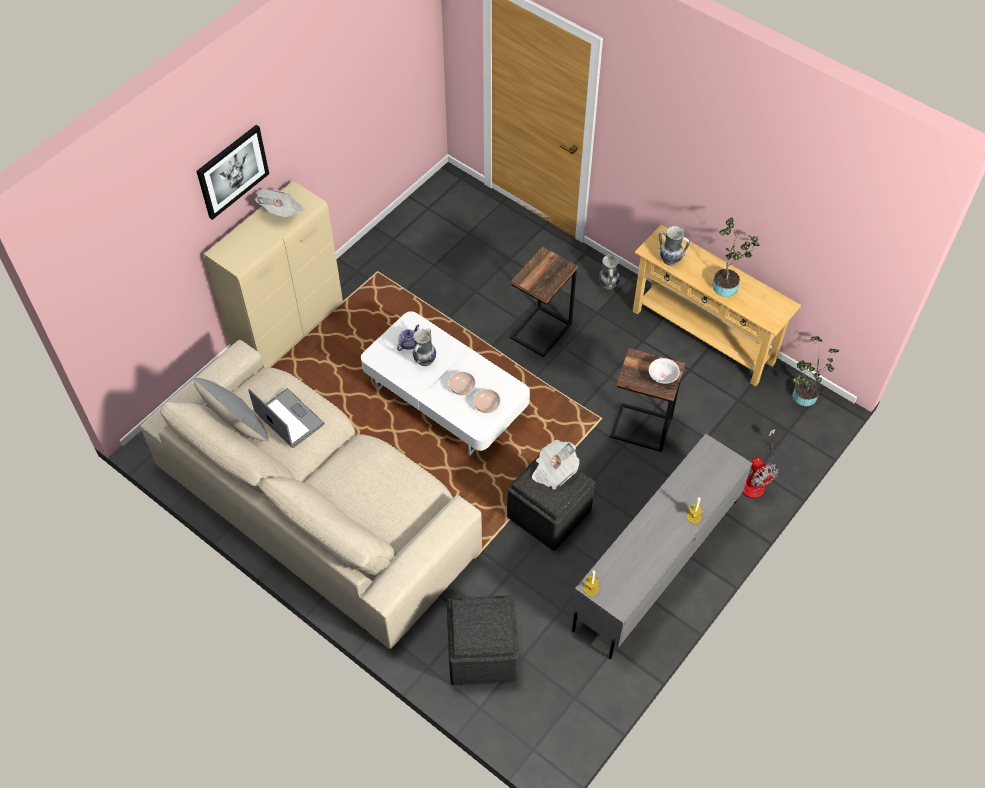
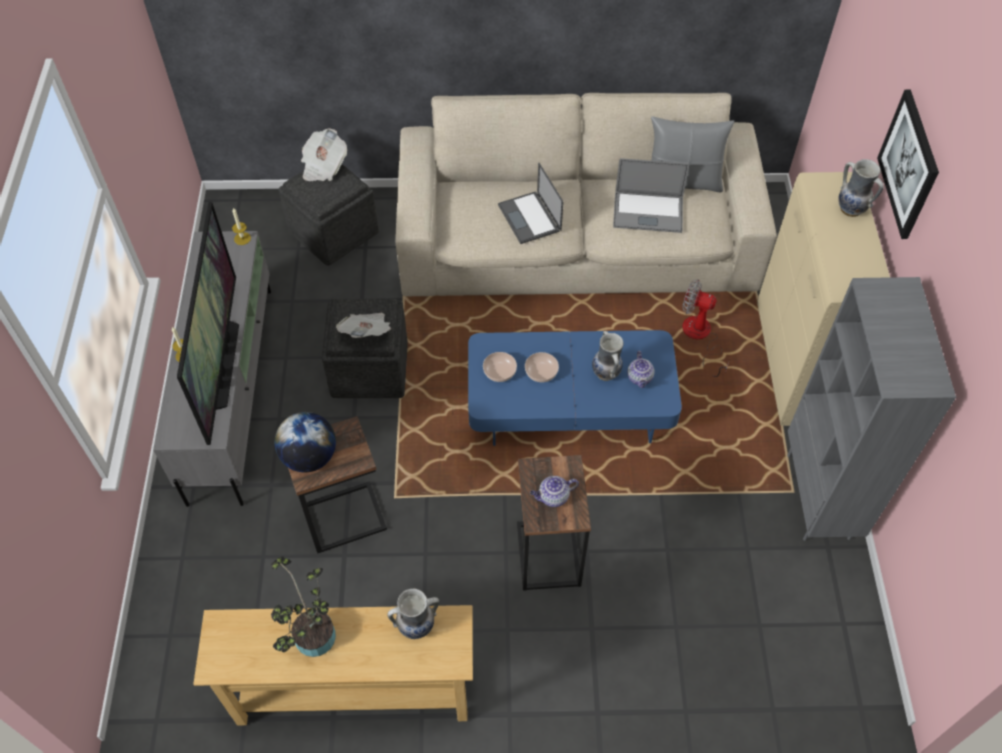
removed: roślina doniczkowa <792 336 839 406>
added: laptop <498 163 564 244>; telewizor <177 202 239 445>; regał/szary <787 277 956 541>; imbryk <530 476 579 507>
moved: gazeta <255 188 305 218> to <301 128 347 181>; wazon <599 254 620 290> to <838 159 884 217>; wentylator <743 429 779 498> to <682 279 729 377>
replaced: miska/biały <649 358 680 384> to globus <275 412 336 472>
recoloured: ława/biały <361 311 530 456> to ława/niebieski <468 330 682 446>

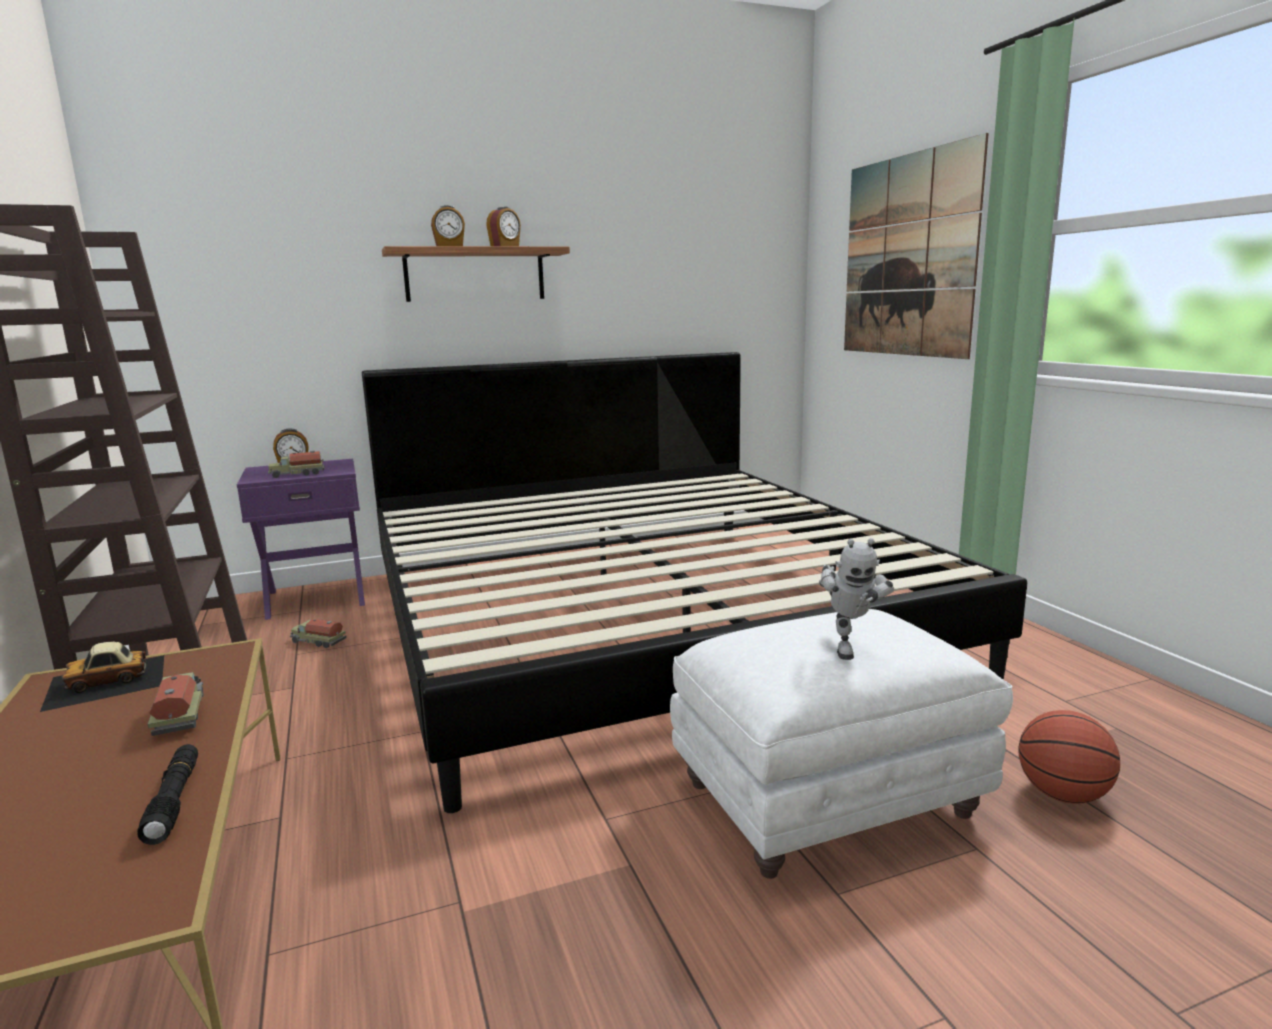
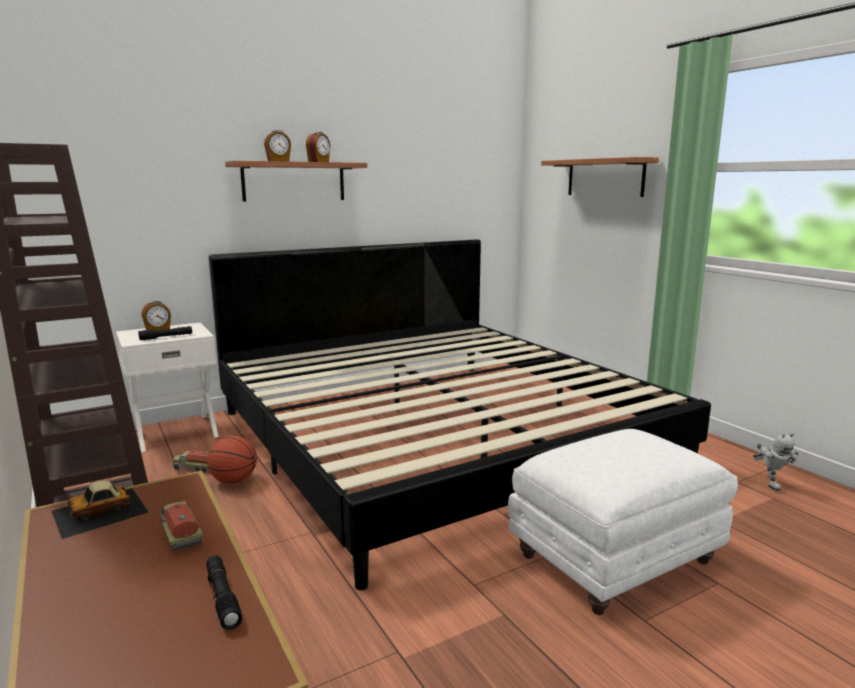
moved: robot zabawkowy <819 538 894 660> to <753 433 799 491>; piłka do koszykówki <1019 710 1120 804> to <207 436 257 484>
replaced: obraz <844 133 989 359> to półka <541 157 659 197>; ciężarówka zabawkowa <268 451 324 478> to latarka/czarny <138 326 192 340>
recoloured: szafka nocna/fioletowy <237 459 365 620> to szafka nocna/biały <116 322 219 452>

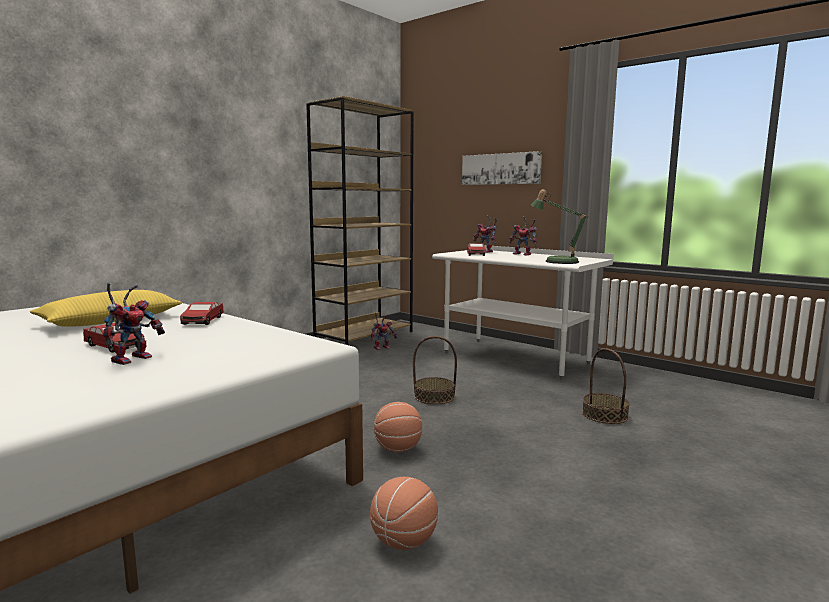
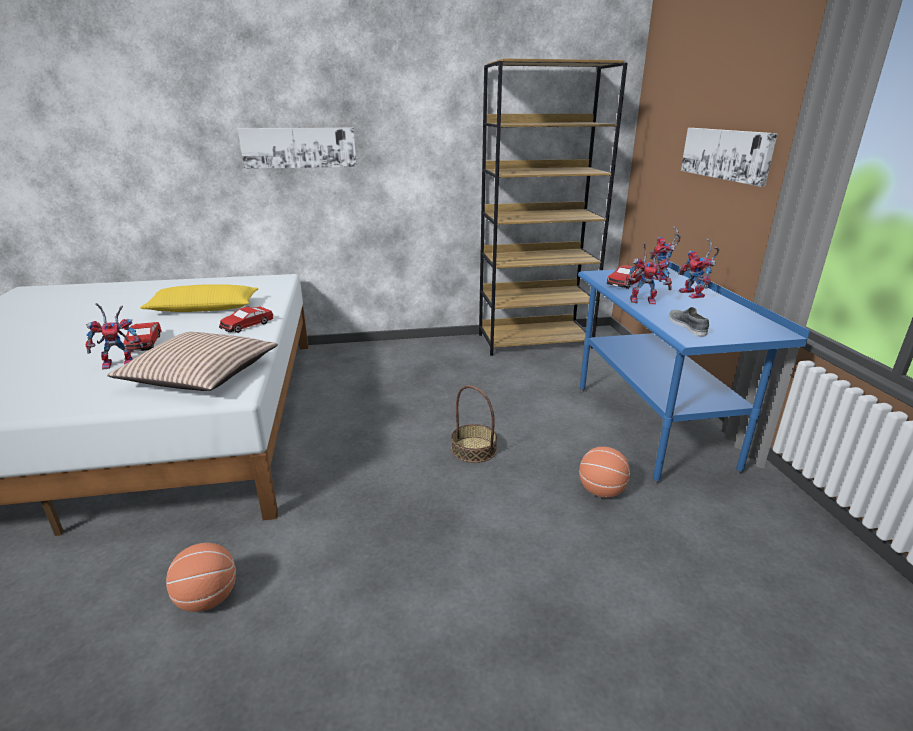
removed: koszyk <582 348 630 424>
added: obraz <238 128 357 169>; poduszka <107 332 278 391>
moved: robot zabawkowy <371 313 397 350> to <625 243 672 304>; piłka do koszykówki <374 402 422 452> to <579 447 630 498>
replaced: lampa stołowa <531 189 587 264> to but/szary <669 307 709 337>
recoloured: biurko/biały <432 245 614 380> to biurko/niebieski <578 262 810 484>

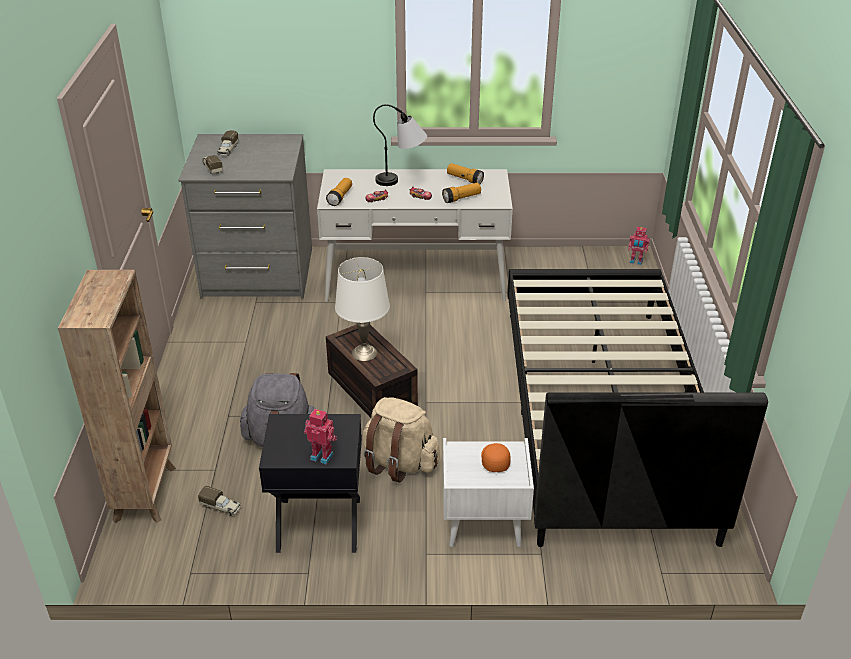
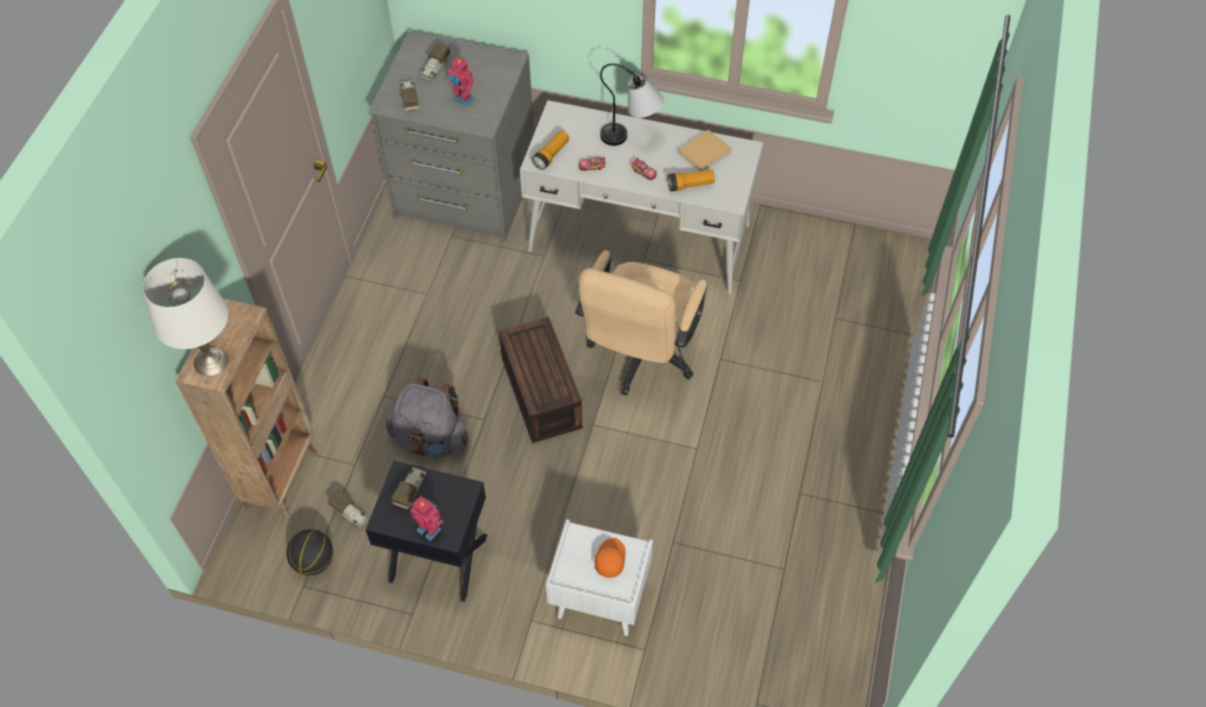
removed: łóżko/czarny <507 269 768 547>; plecak/beżowy <363 397 440 483>
added: krzesło biurowe/beżowy <575 250 707 396>; ciężarówka zabawkowa <391 467 426 509>; piłka do koszykówki <286 529 333 576>
moved: robot zabawkowy <628 227 650 265> to <447 57 474 106>; lampa stołowa/biały <335 257 390 361> to <143 258 229 376>
replaced: latarka <447 163 484 184> to książka/beżowy <678 130 732 171>

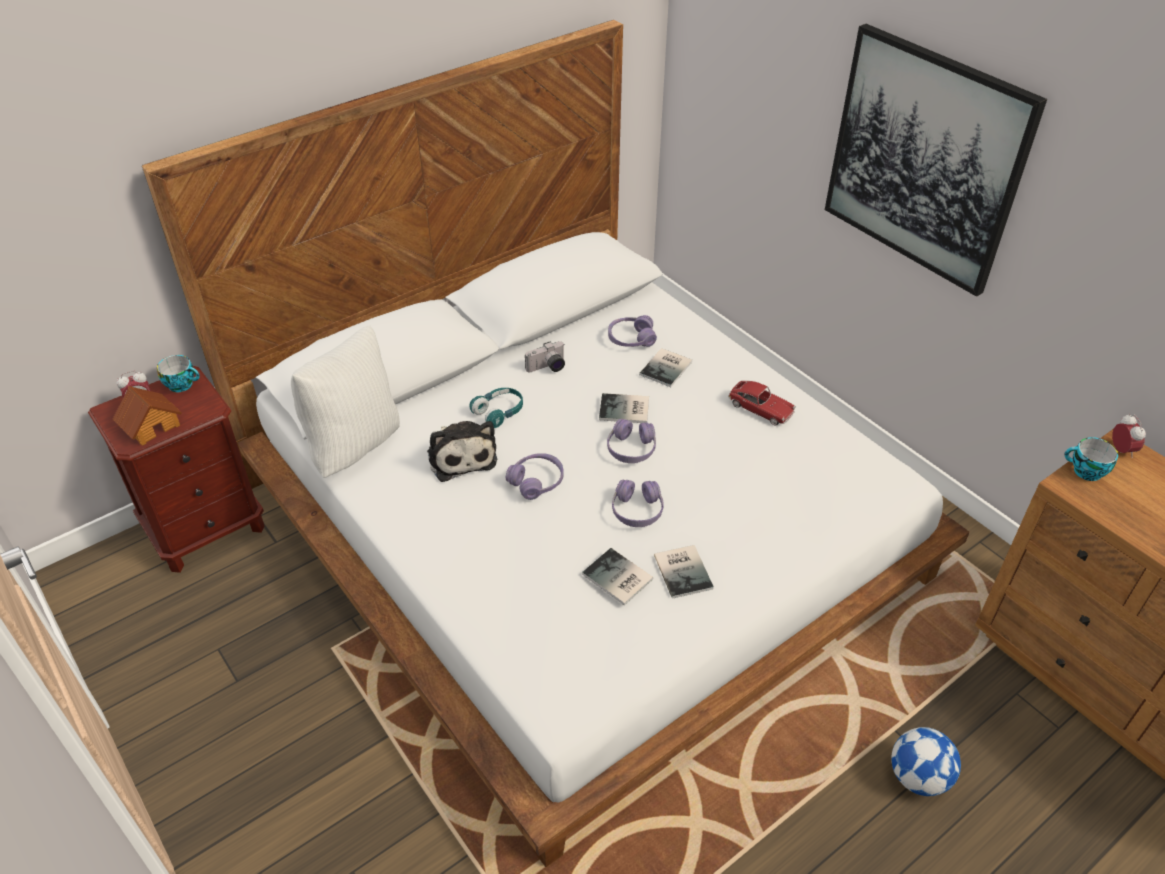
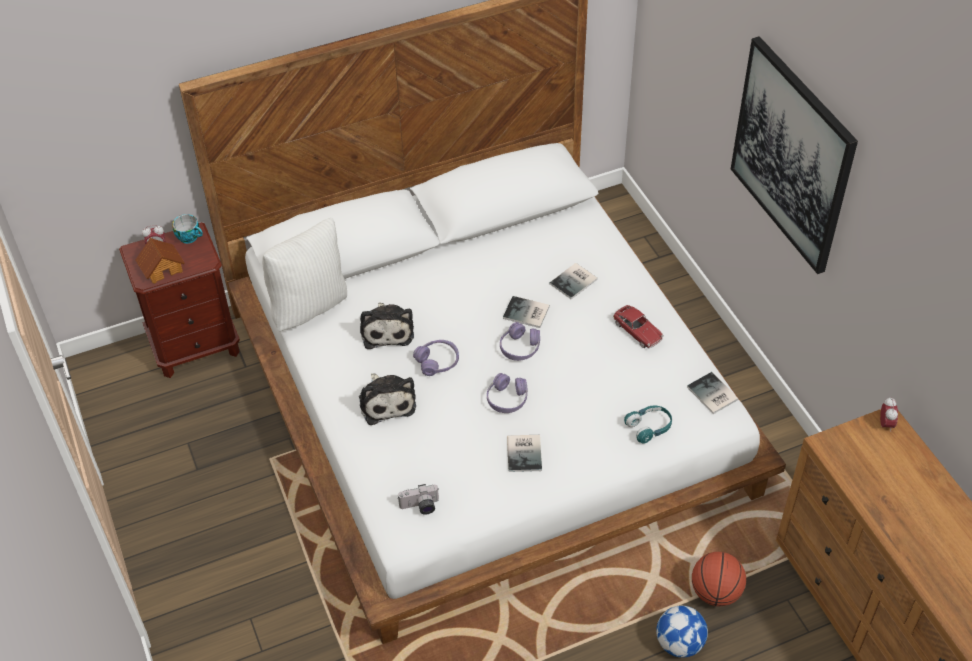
removed: słuchawki/fioletowy <608 315 657 347>; filiżanka <1064 437 1118 481>
added: pluszak <359 373 416 425>; piłka do koszykówki <692 552 746 606>
moved: aparat fotograficzny <525 341 565 372> to <398 484 439 515>; słuchawki/turkusowy <470 388 523 428> to <624 405 672 444>; książka <582 548 653 606> to <687 372 739 414>

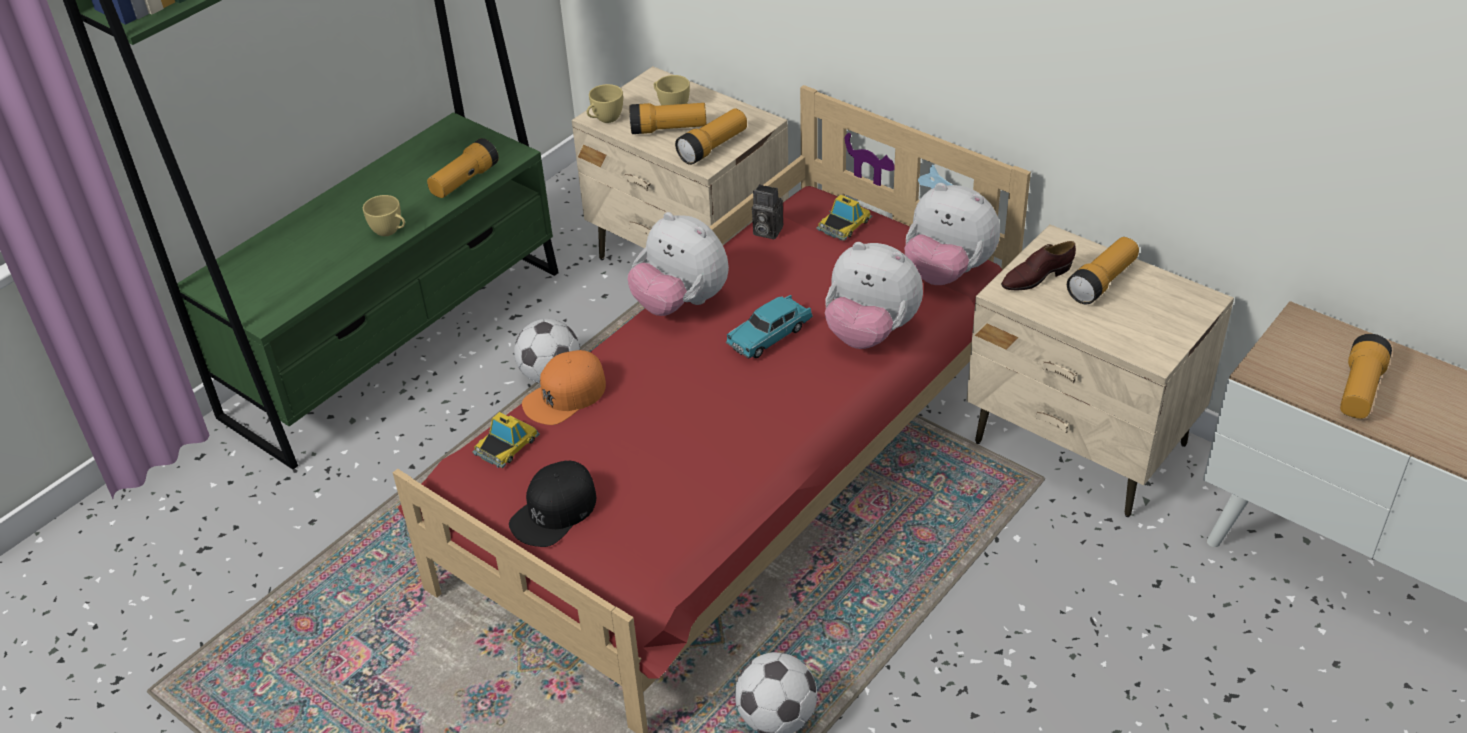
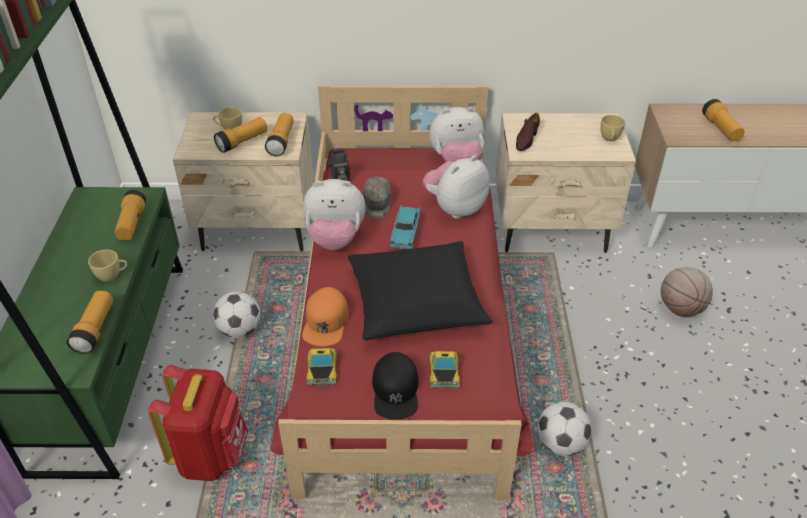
added: czapka z daszkiem/szary <363 177 391 219>; poduszka/czarny <348 241 493 340>; piłka do koszykówki <661 267 713 317>; plecak/czerwony <148 365 248 481>
moved: filiżanka/żółty <587 84 623 123> to <601 115 625 141>; samochodzik <816 195 872 241> to <429 351 460 389>; latarka <1067 237 1139 304> to <67 291 113 354>
turned: pluszak <825 242 923 349> = <423 155 489 219> 150 degrees clockwise

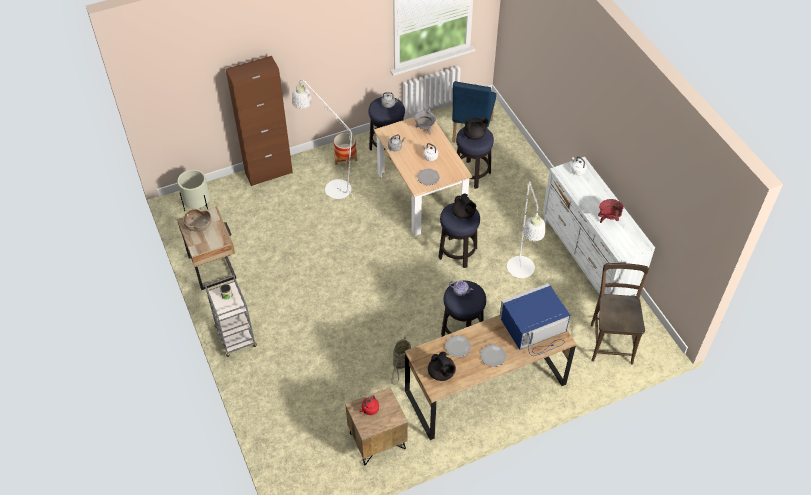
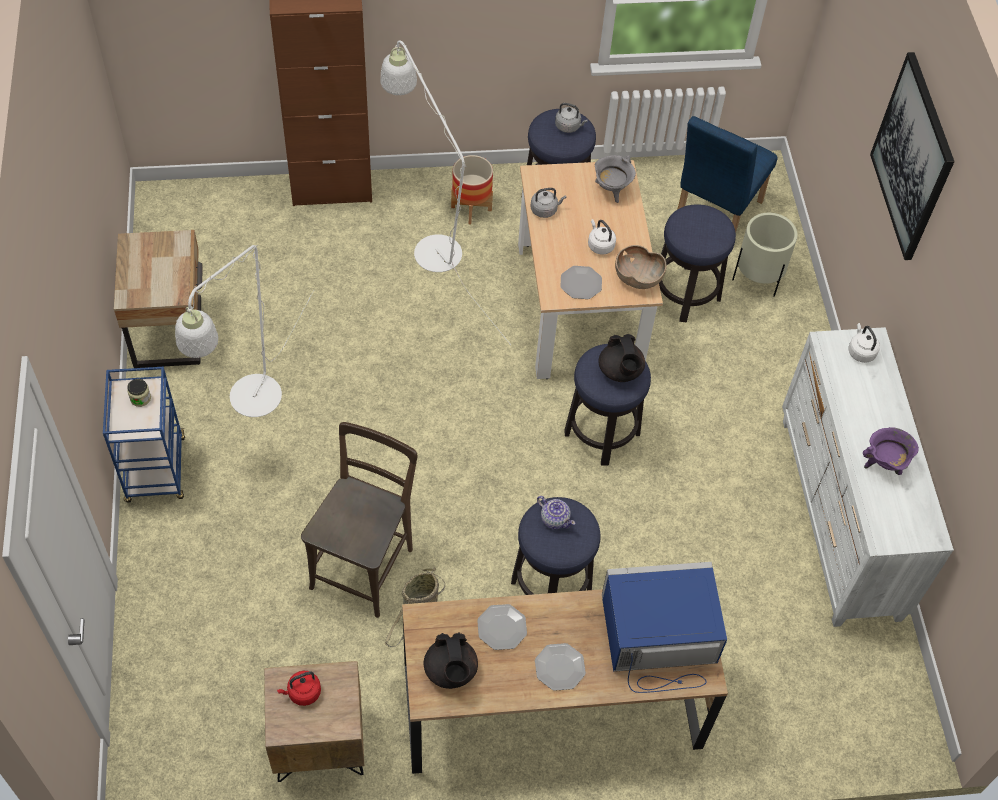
removed: imbryk/czarny <463 117 489 140>
added: obraz <870 52 955 260>
moved: donica/beżowy <178 169 210 211> to <732 213 798 297>; lampa stojąca/biały <507 181 545 278> to <175 245 314 417>; miska/brązowy <183 209 211 232> to <615 245 667 289>; krzesło/brązowy <591 263 649 365> to <301 422 418 618>
recoloured: garnek/czerwony <598 199 624 223> to garnek/fioletowy <863 427 919 475>; wózek/szary <205 275 257 357> to wózek/niebieski <103 367 185 503>

